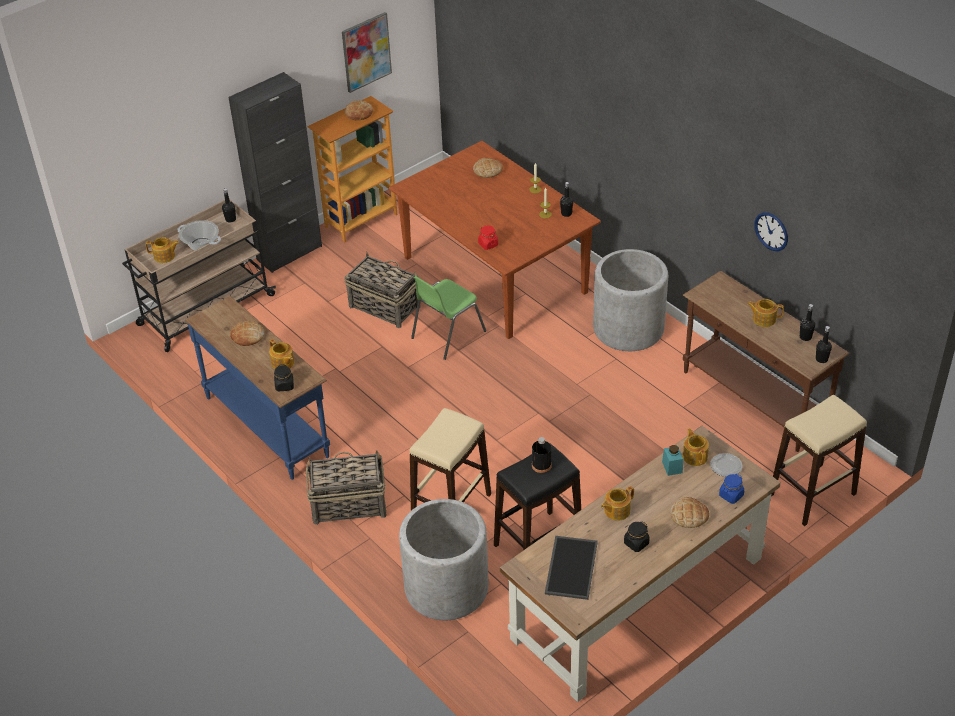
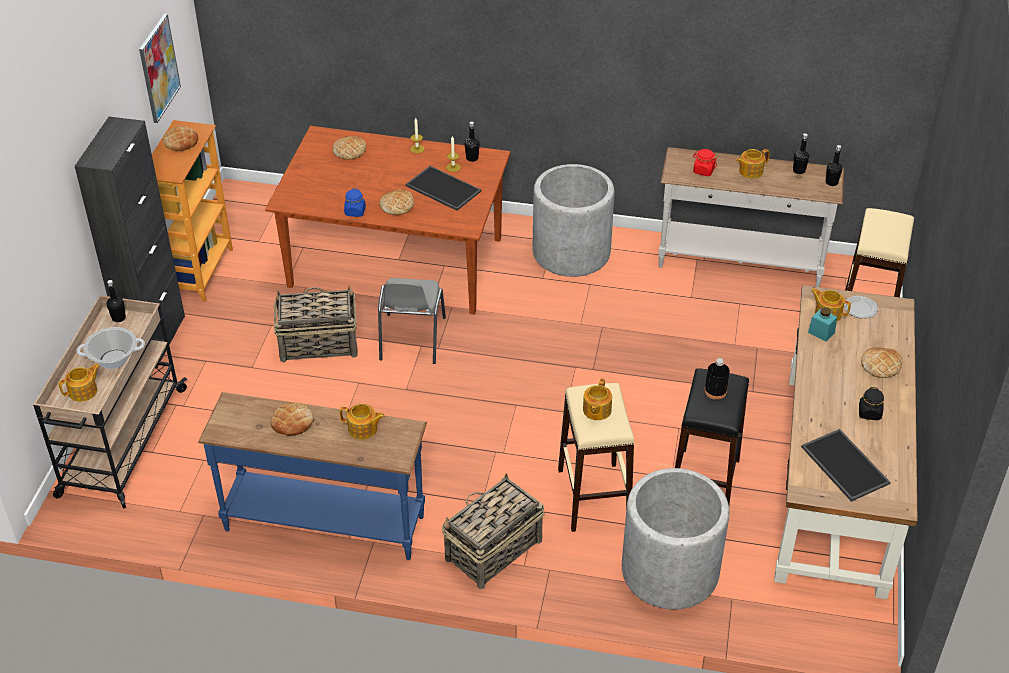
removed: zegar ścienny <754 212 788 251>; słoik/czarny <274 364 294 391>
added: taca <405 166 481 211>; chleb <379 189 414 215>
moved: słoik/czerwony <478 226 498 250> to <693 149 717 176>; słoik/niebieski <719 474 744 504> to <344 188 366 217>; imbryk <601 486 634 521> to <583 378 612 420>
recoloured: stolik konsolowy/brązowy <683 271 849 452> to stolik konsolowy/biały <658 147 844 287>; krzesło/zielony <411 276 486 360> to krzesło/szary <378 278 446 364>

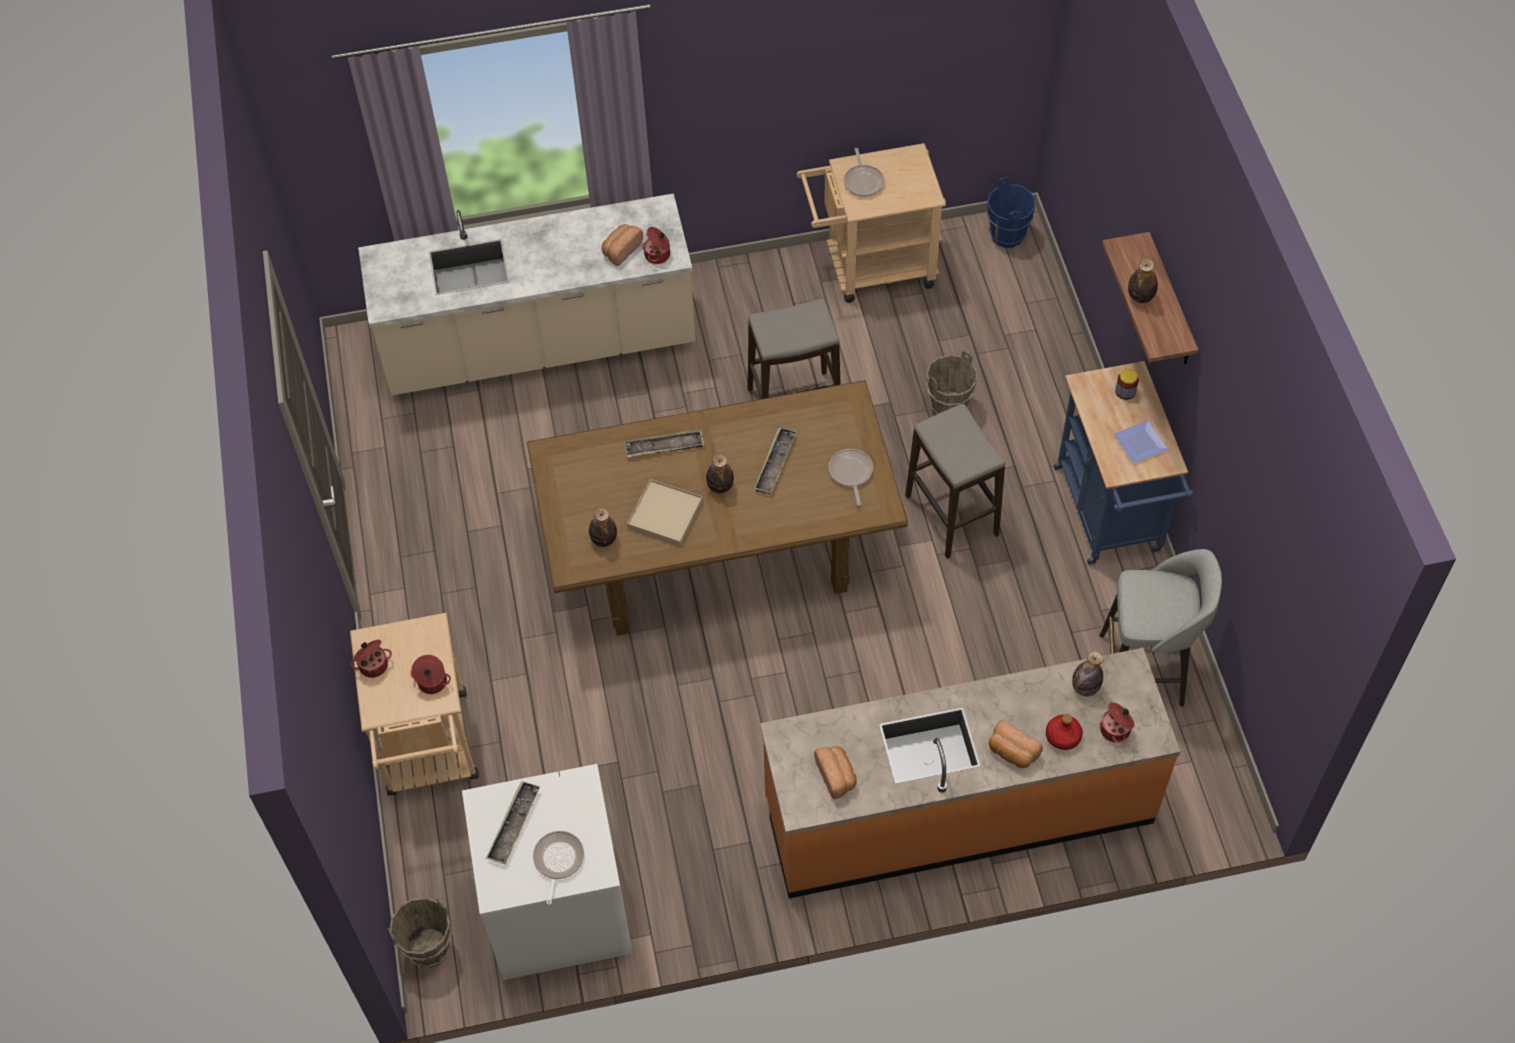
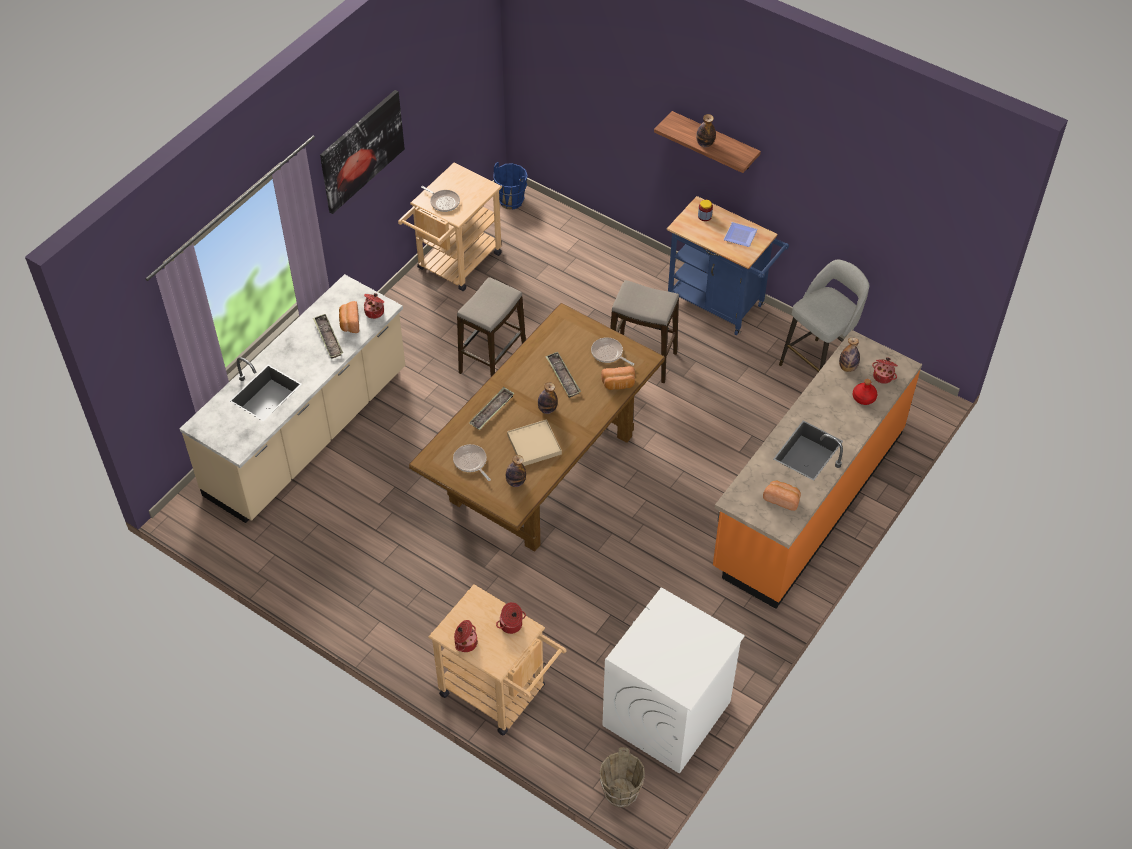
removed: wiadro/brązowy <926 350 977 415>
added: obraz <320 90 405 214>
moved: chleb <989 720 1043 768> to <601 366 635 390>; taca <486 781 540 864> to <313 314 343 359>; patelnia <533 831 584 905> to <453 444 491 481>

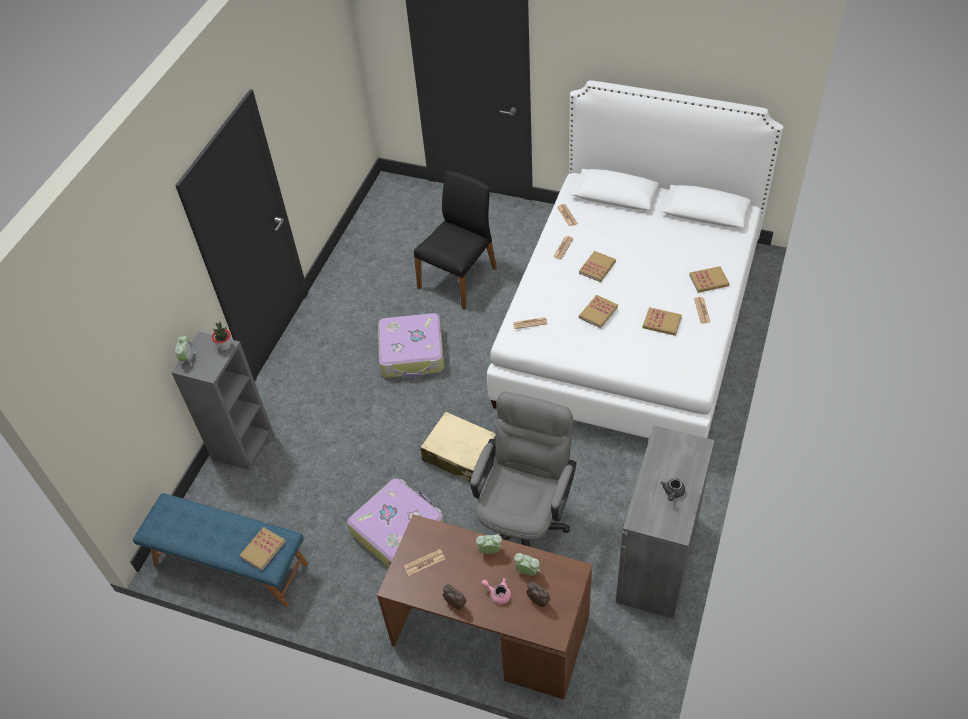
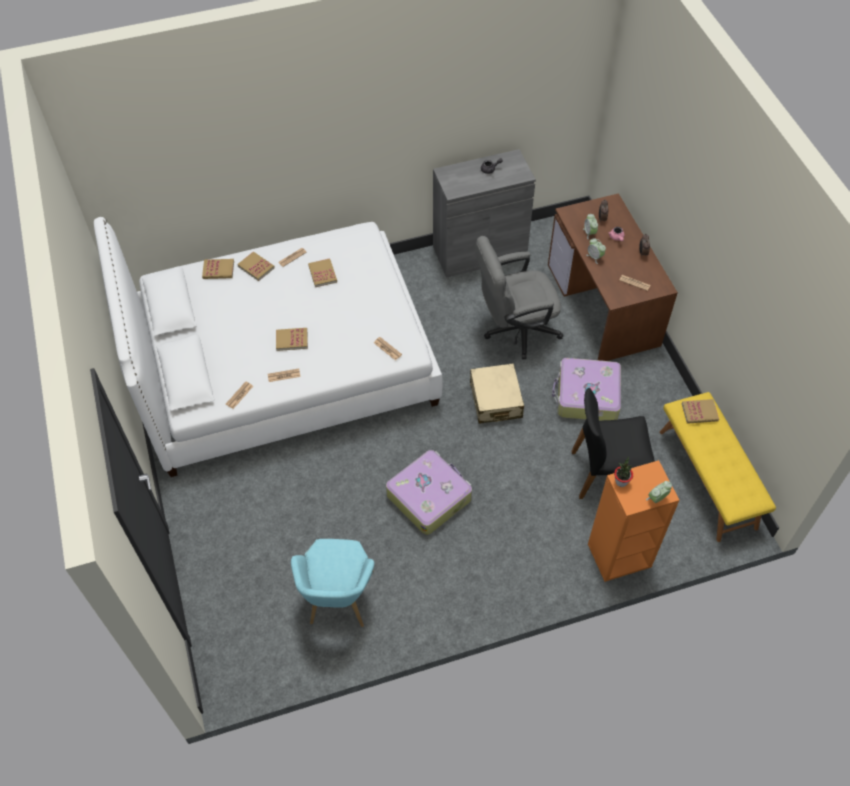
added: fotel/turkusowy <291 539 374 627>
moved: krzesło/czarny <414 171 497 309> to <571 388 655 499>; książka <579 295 618 328> to <202 259 234 279>
recoloured: regał/szary <171 332 272 470> to regał/pomarańczowy <588 460 679 582>; ławka/niebieski <133 493 309 607> to ławka/żółty <660 392 776 542>

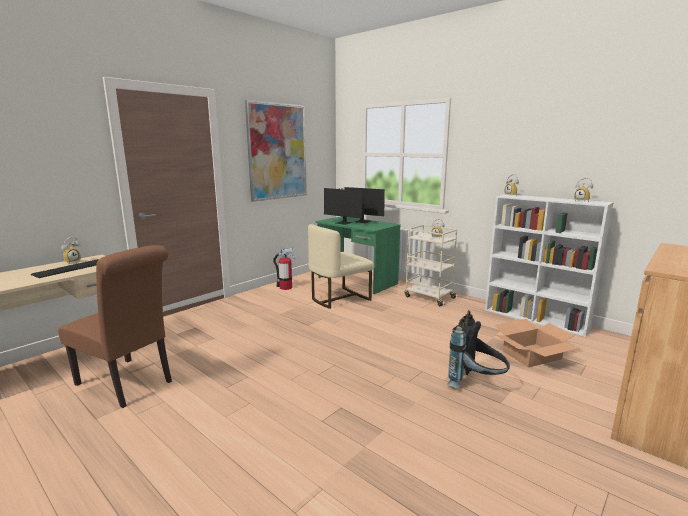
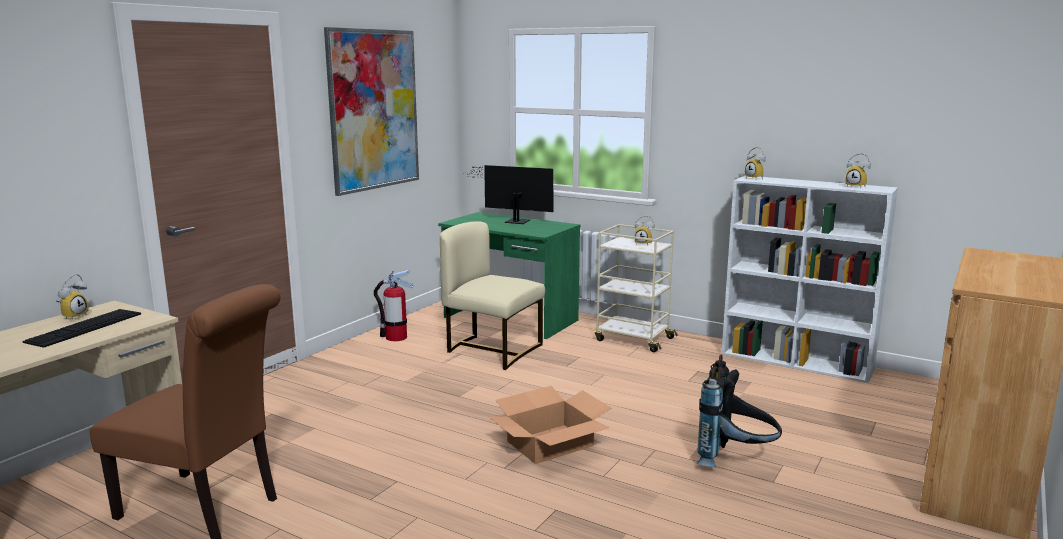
removed: monitor <324 188 375 225>
moved: karton <495 319 579 368> to <488 386 611 464>
turned: krzesło/beżowy <308 224 374 309> = <440 221 545 370> 75 degrees clockwise

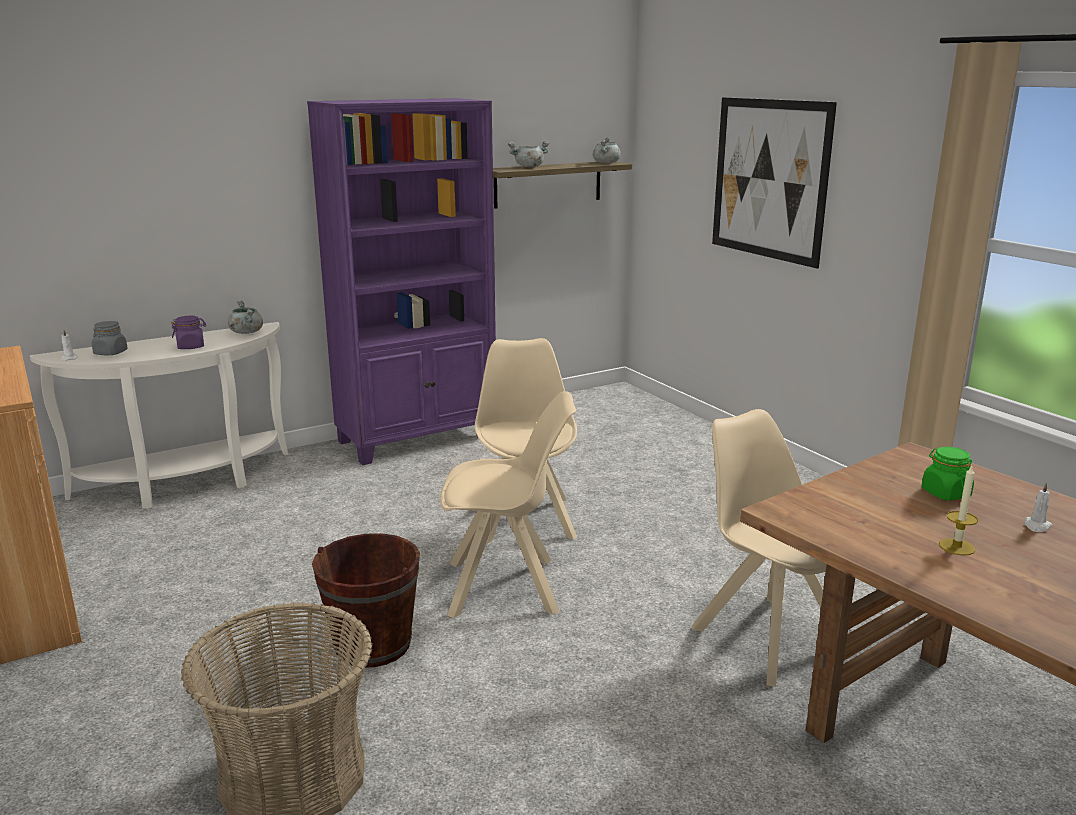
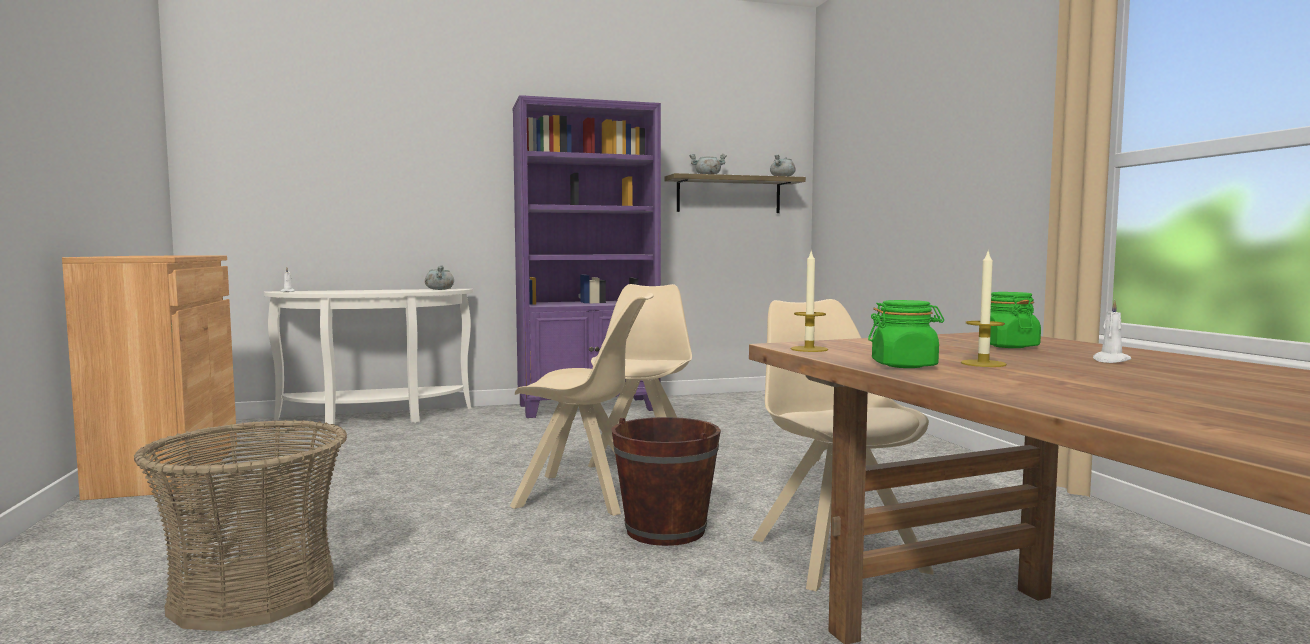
removed: obraz <712 97 837 269>; słoik/fioletowy <172 316 206 349>; słoik/szary <92 321 128 355>
added: świeca <791 249 828 352>; słoik/zielony <868 300 944 368>
moved: wiadro/brązowy <312 533 420 668> to <611 417 721 546>

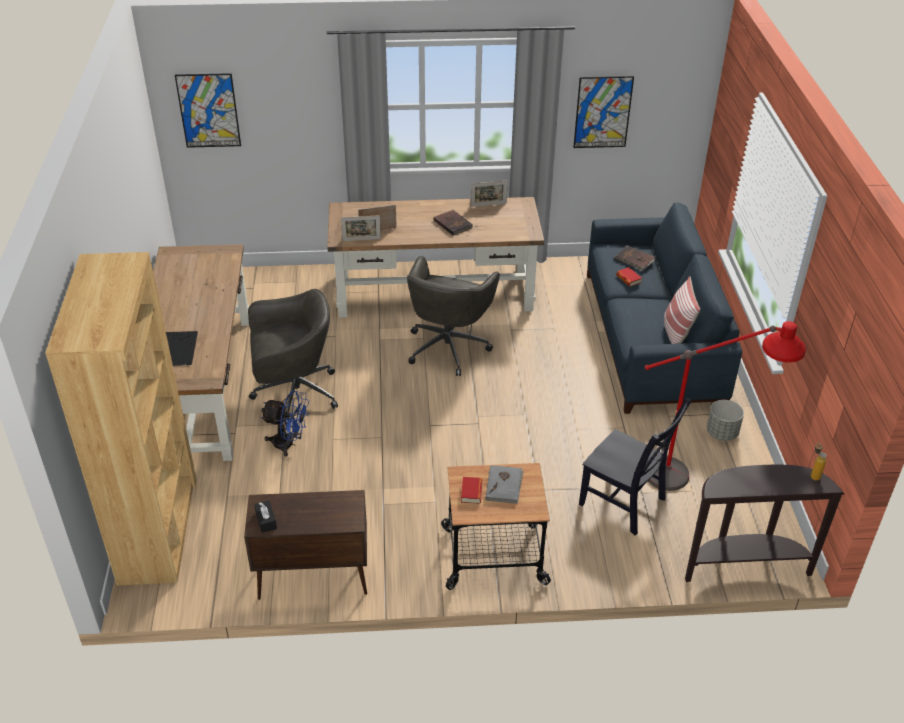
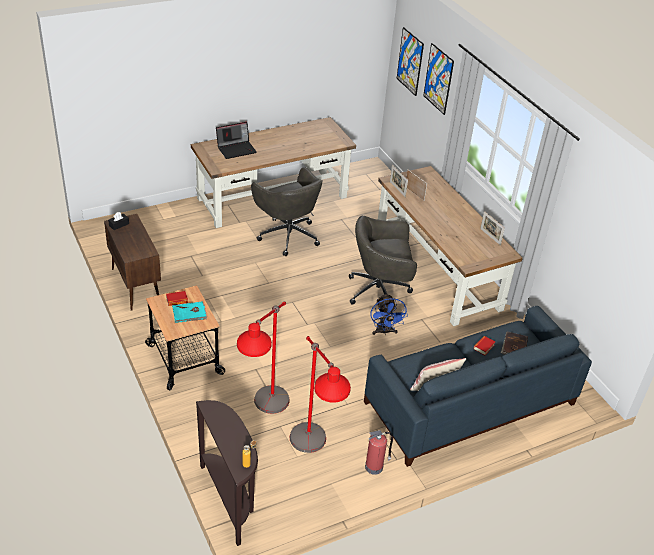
removed: książka/brązowy <433 210 473 235>; regał/brązowy <45 252 197 586>
moved: obraz <573 76 634 148> to <423 43 454 115>; wentylator/niebieski <261 391 309 457> to <370 293 408 335>
replaced: krzesło/czarny <579 397 692 535> to lampa stojąca/czerwony <237 301 290 414>; donica/szary <706 400 744 441> to gaśnica <365 430 393 475>
recoloured: książka/szary <486 465 524 504> to książka/turkusowy <172 301 207 323>

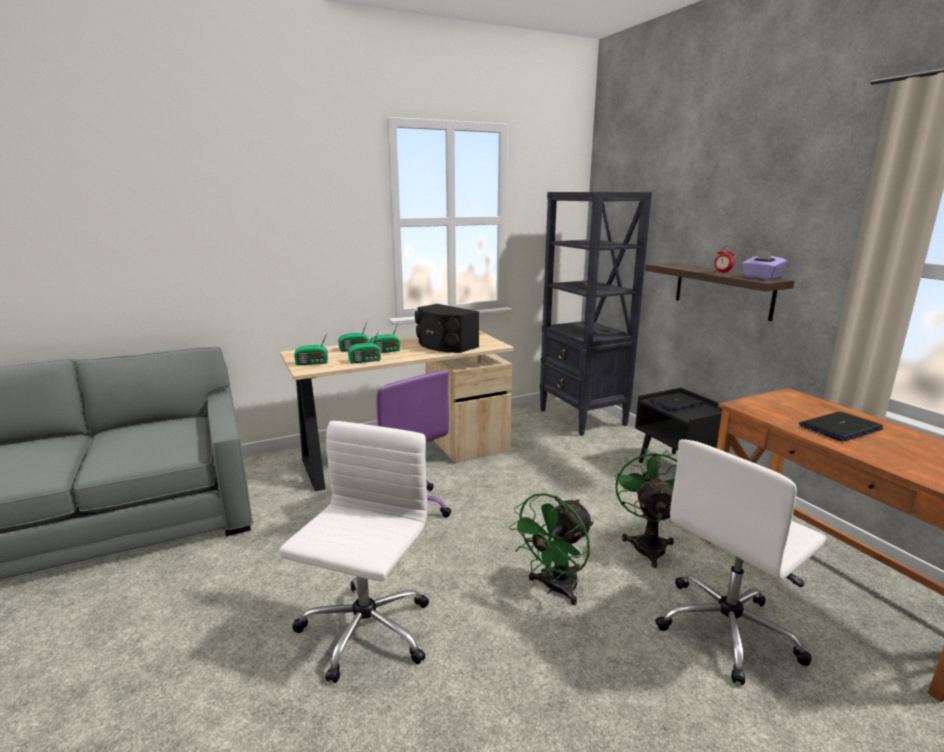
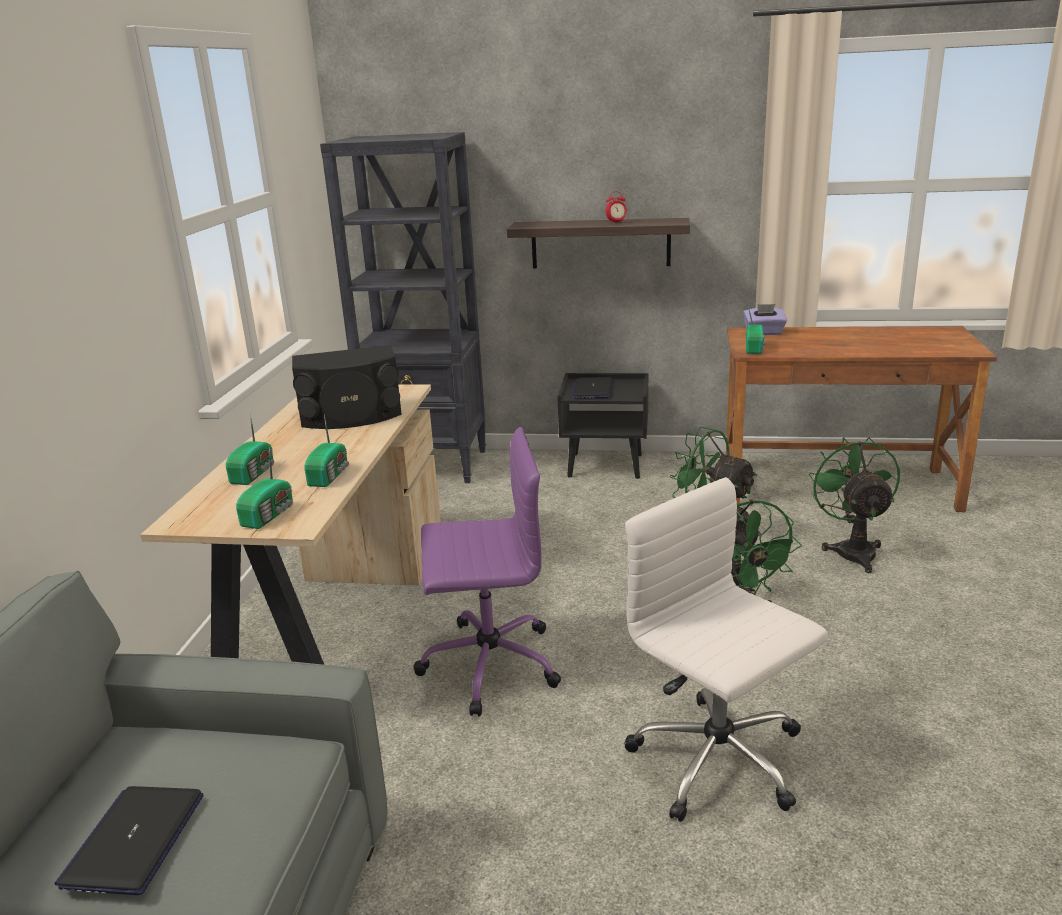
moved: pudełko chusteczek/fioletowy <742 250 787 280> to <743 304 787 335>; radio <369 320 400 353> to <746 306 765 354>; laptop <799 412 883 441> to <55 786 203 895>
replaced: krzesło biurowe/biały <655 439 828 685> to wentylator/zielony <809 437 900 573>

